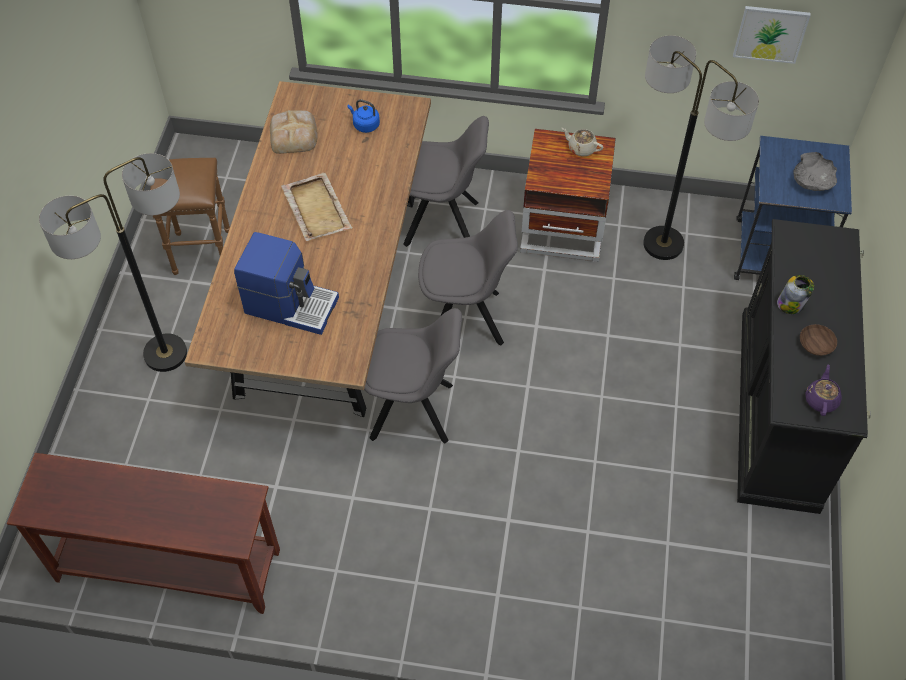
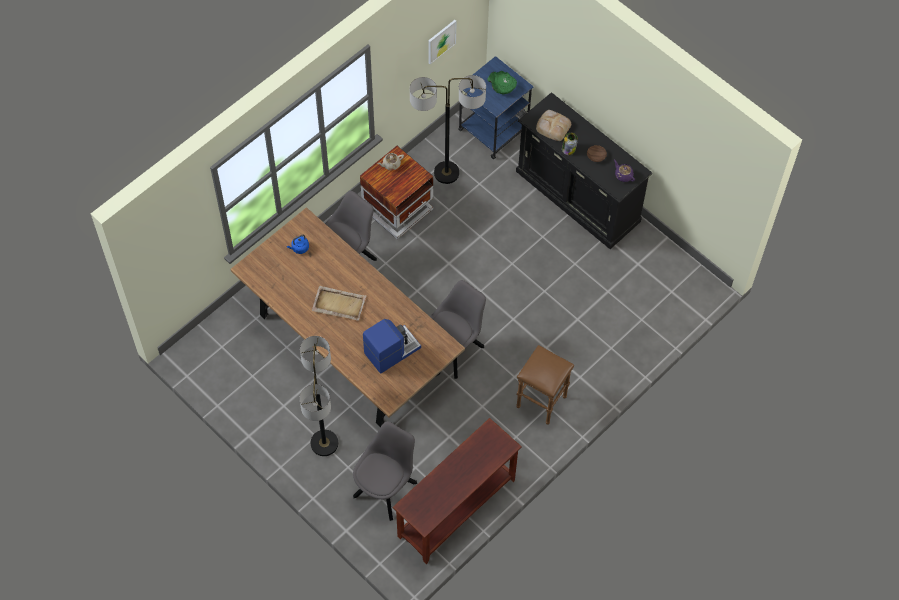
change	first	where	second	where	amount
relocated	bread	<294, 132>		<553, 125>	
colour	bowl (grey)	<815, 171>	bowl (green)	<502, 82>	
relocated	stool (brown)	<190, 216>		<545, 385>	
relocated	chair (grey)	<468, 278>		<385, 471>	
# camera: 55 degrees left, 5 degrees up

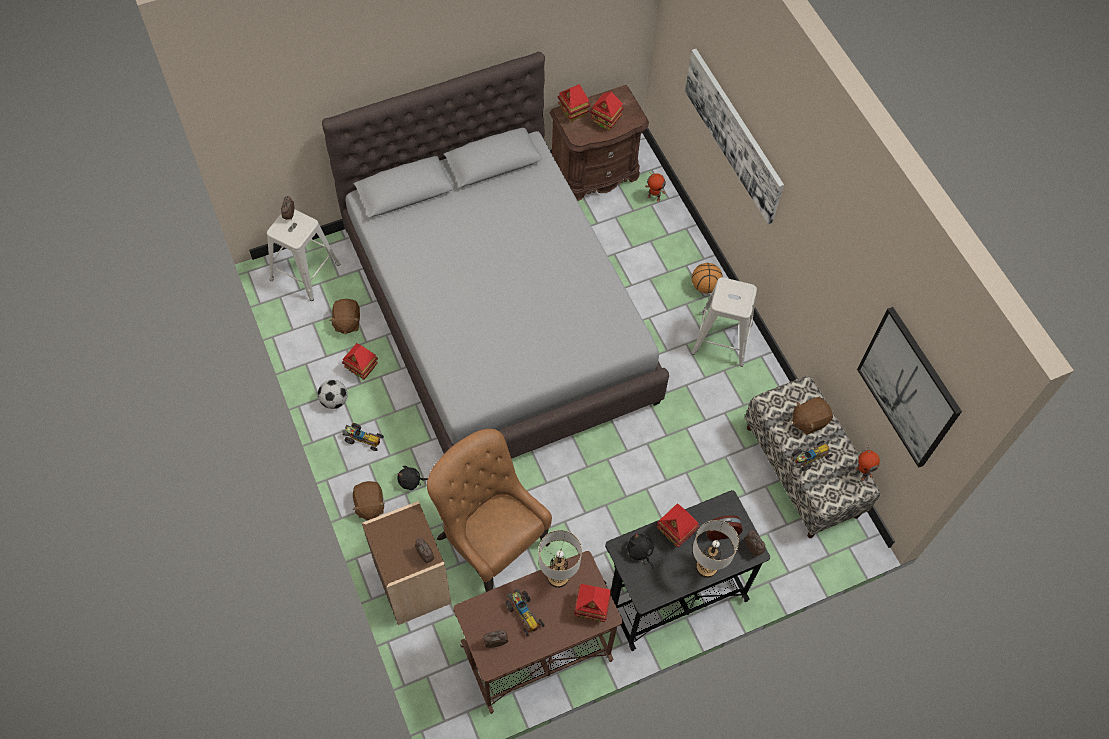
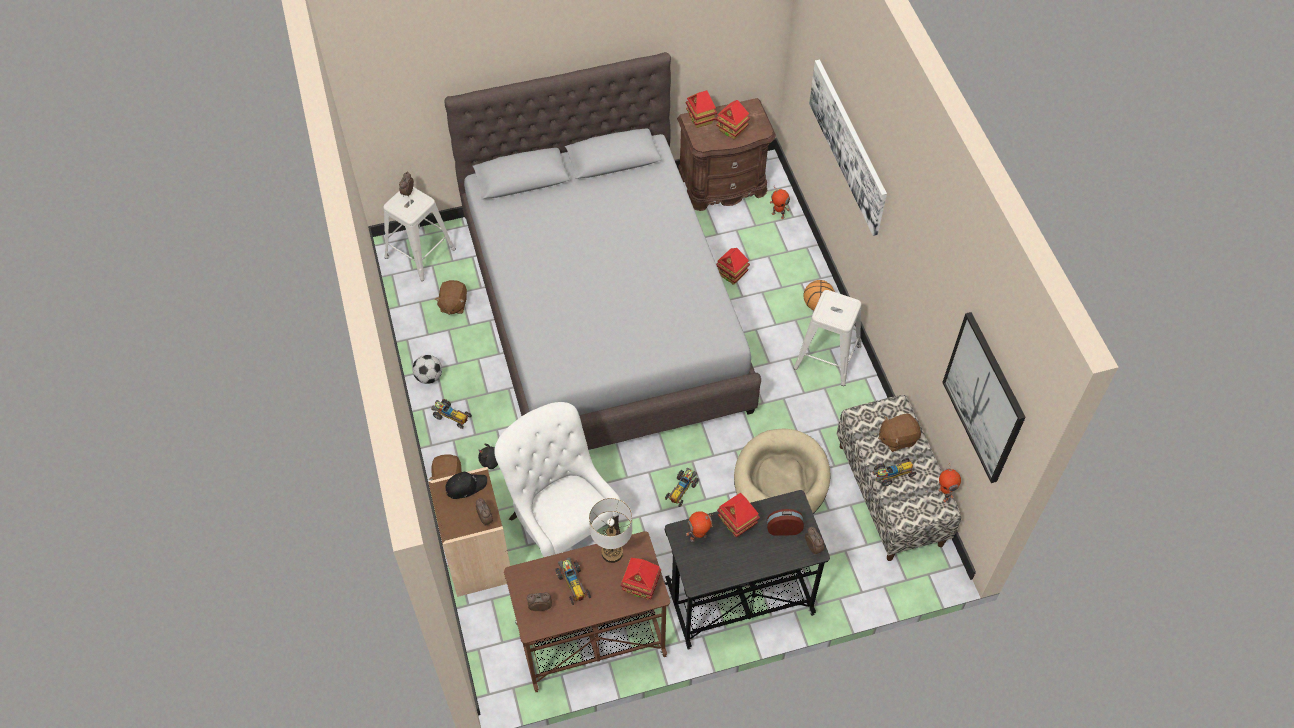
change	first	where	second	where	amount
relocated	toy house	<360, 361>		<733, 266>	
colour	chair (brown)	<489, 510>	chair (white)	<557, 479>	
missing	table lamp	<716, 549>			
exchanged	plush toy (black)	<640, 550>	toy robot	<699, 526>	
appeared			dog bed (beige)	<782, 471>	
appeared			toy car	<682, 487>	
appeared			cap (black)	<466, 485>	
# camera: 10 degrees right, 5 degrees down

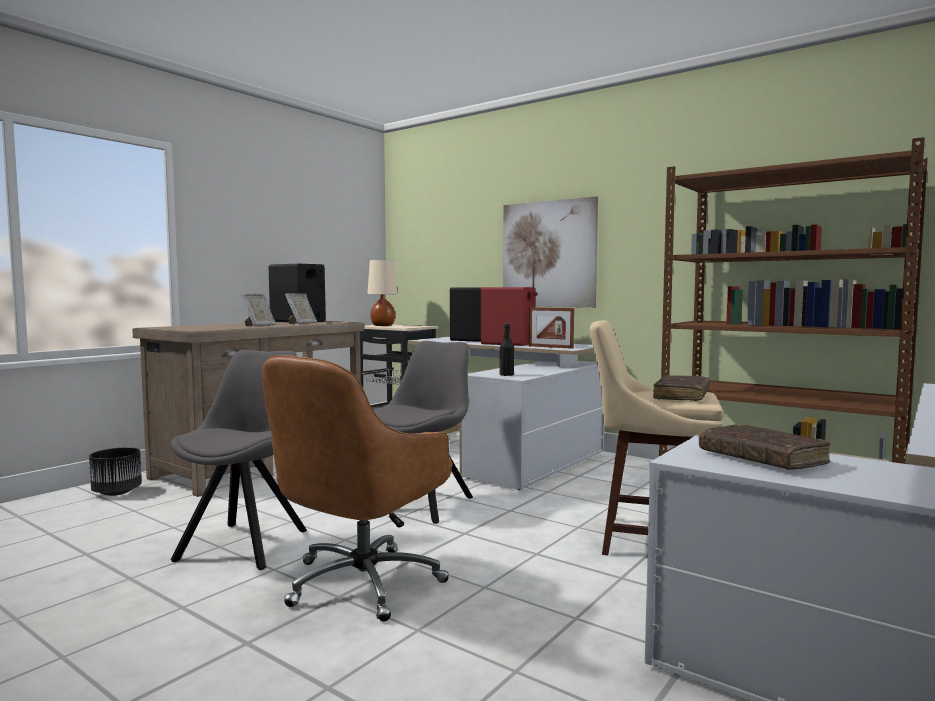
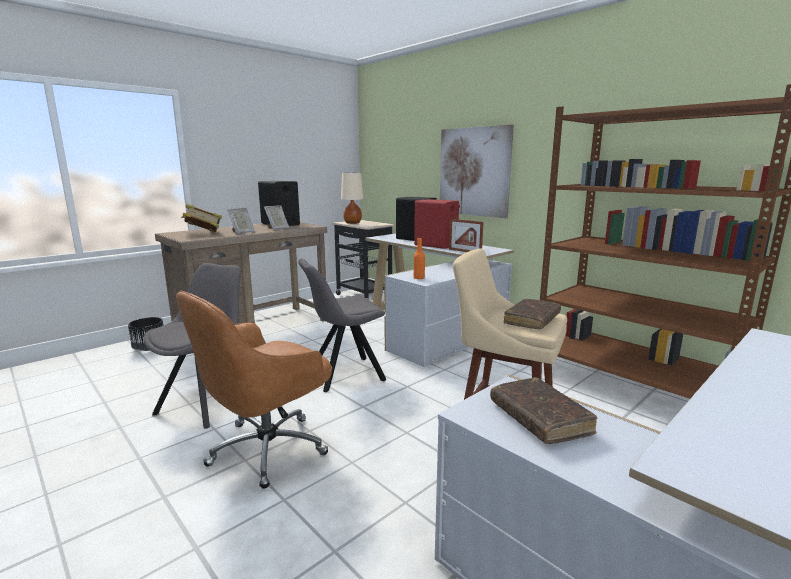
change	first	where	second	where	amount
colour	bottle (black)	<507, 350>	bottle (orange)	<419, 258>	
spun	chair (grey)	<423, 432>		<342, 325>	150 degrees counterclockwise
appeared			book	<202, 218>	
# camera: 10 degrees right, 10 degrees up

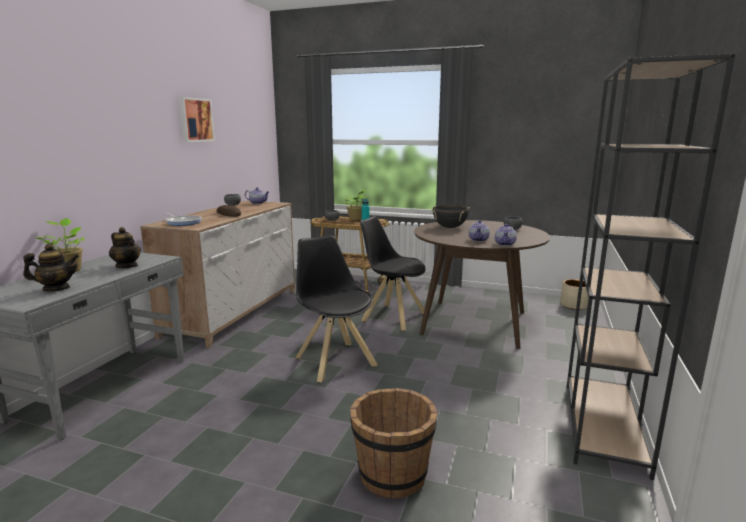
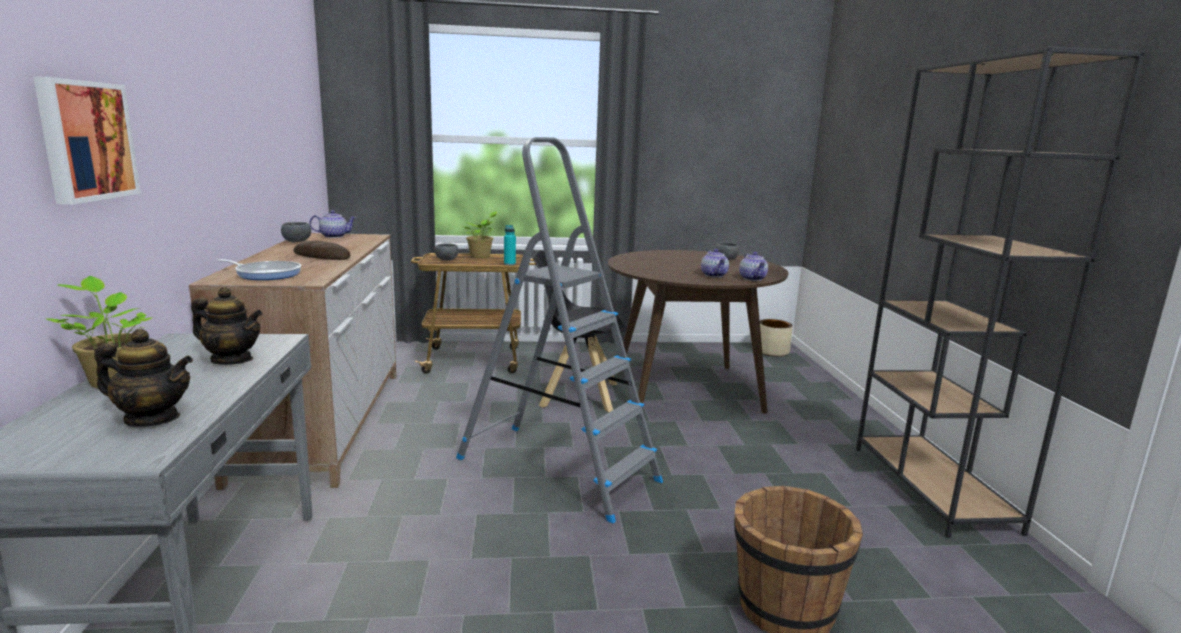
change	first	where	second	where	amount
relocated	picture	<197, 119>		<87, 140>	
missing	cooking pot (black)	<450, 216>			
exchanged	chair (black)	<336, 309>	step ladder (grey)	<559, 330>	
spun	teapot	<51, 268>		<143, 378>	45 degrees clockwise
# camera: 25 degrees left, 0 degrees up

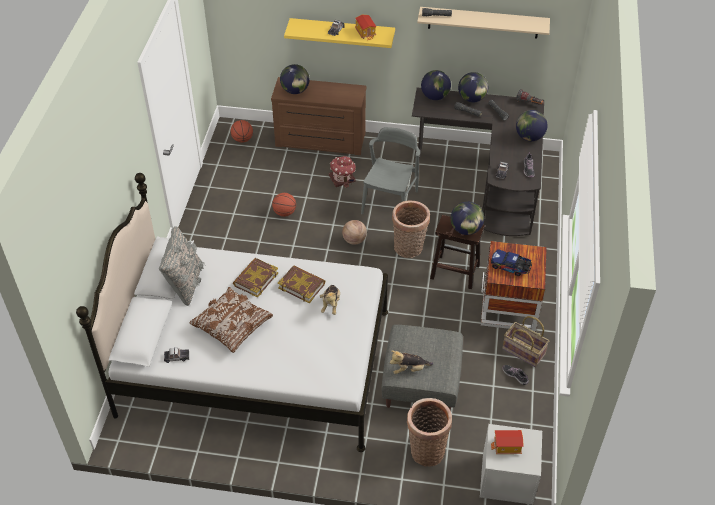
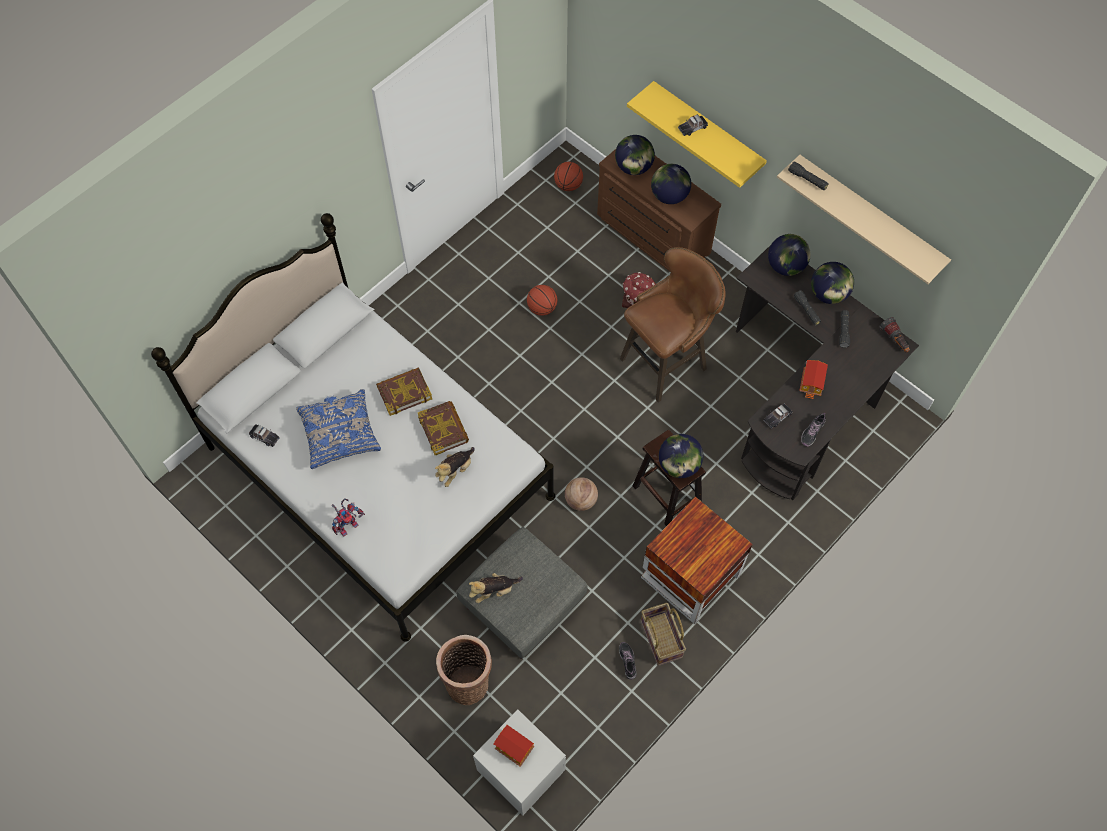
change	first	where	second	where	amount
relocated	toy house	<365, 28>		<813, 379>	
relocated	globe	<532, 125>		<671, 184>	
exchanged	chair (grey)	<390, 170>	stool (brown)	<673, 325>	
missing	basket	<411, 229>			
relocated	basketball	<354, 232>		<581, 494>	
missing	pillow (grey)	<182, 266>			
missing	toy truck	<511, 262>			
colour	pillow (brown)	<231, 320>	pillow (blue)	<338, 429>	
spun	plush toy	<411, 362>		<496, 588>	45 degrees counterclockwise
appeared			toy robot	<348, 517>	
# camera: 35 degrees right, 15 degrees up

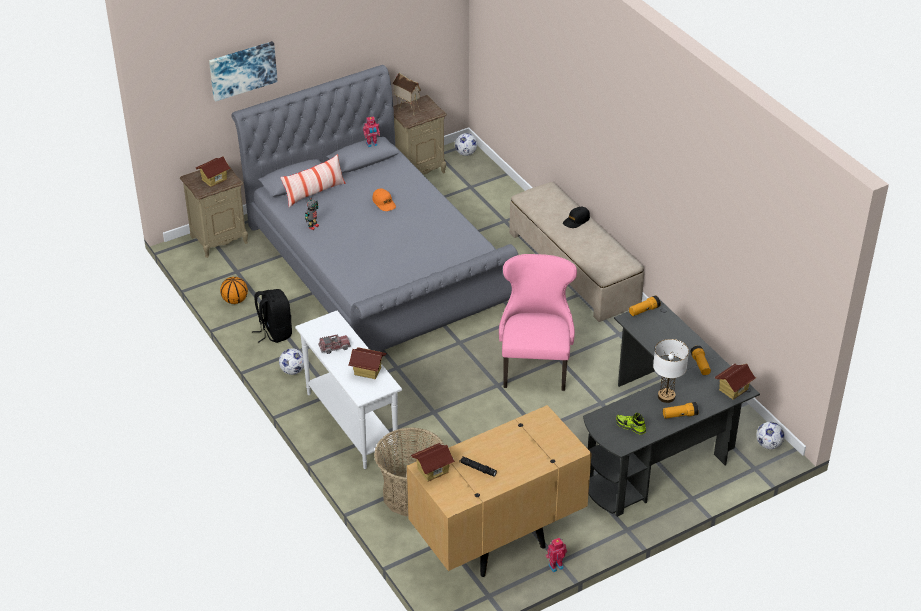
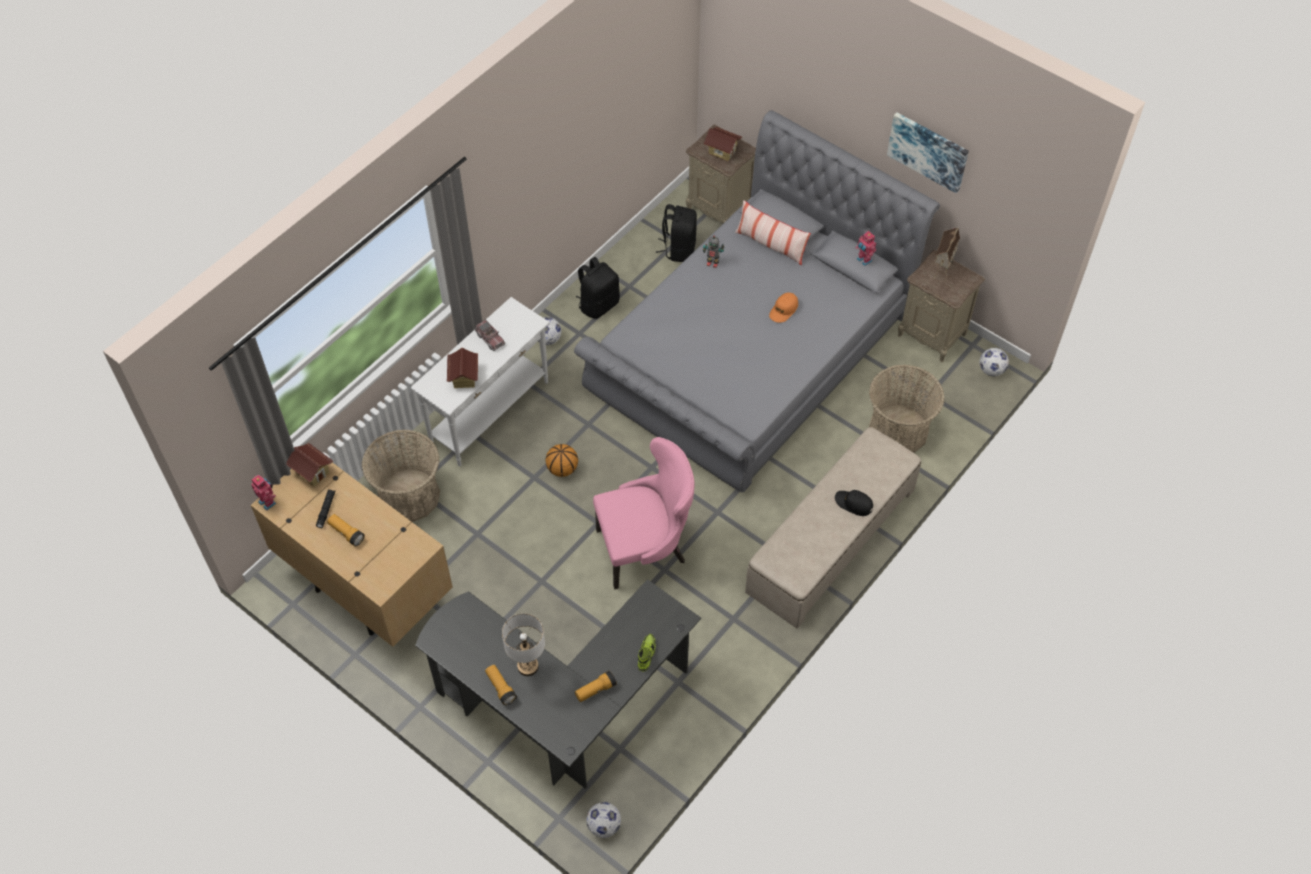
change	first	where	second	where	amount
relocated	picture	<243, 71>		<928, 153>	
relocated	basketball	<234, 290>		<561, 460>	
relocated	flashlight	<645, 305>		<345, 530>	
missing	toy house	<735, 382>			
relocated	shoe	<631, 424>		<647, 652>	
relocated	toy robot	<556, 555>		<263, 492>	
appeared			backpack (black)	<676, 233>	
appeared			basket	<906, 408>	
# camera: 70 degrees right, 15 degrees up

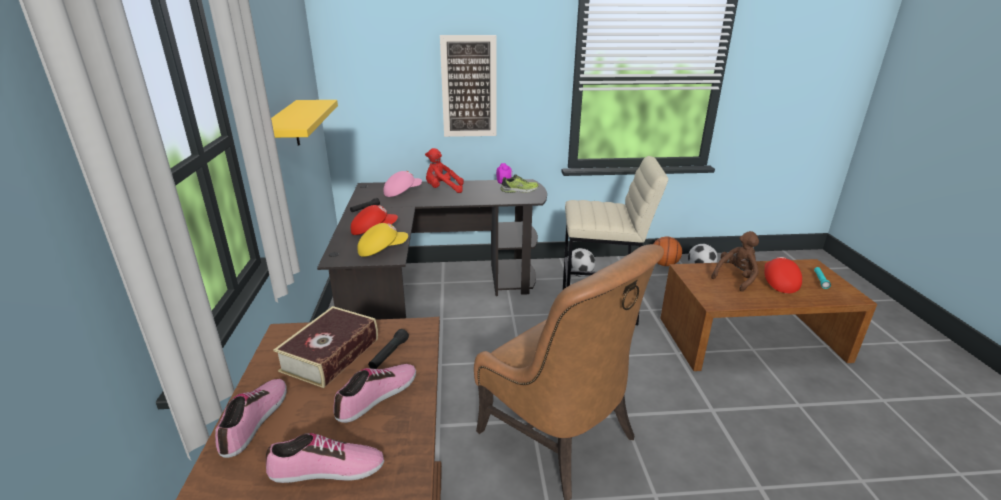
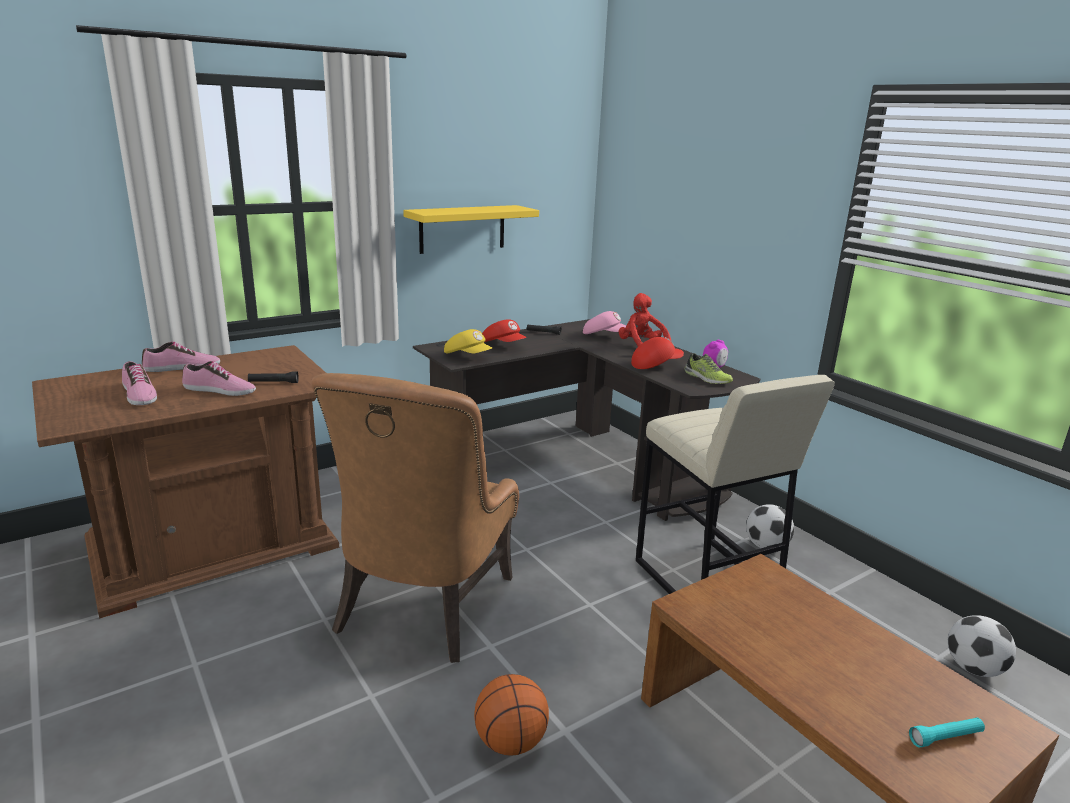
change	first	where	second	where	amount
missing	picture	<468, 86>			
missing	plush toy (brown)	<735, 261>			
relocated	basketball	<667, 251>		<511, 715>	
relocated	cap (red)	<783, 275>		<657, 353>	
missing	book	<325, 347>			
# camera: 60 degrees right, 5 degrees down

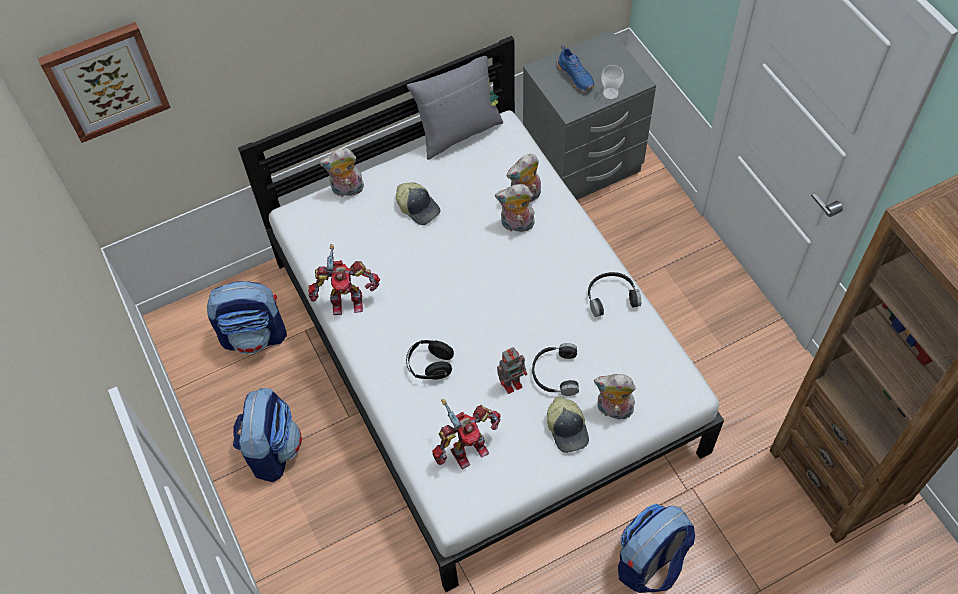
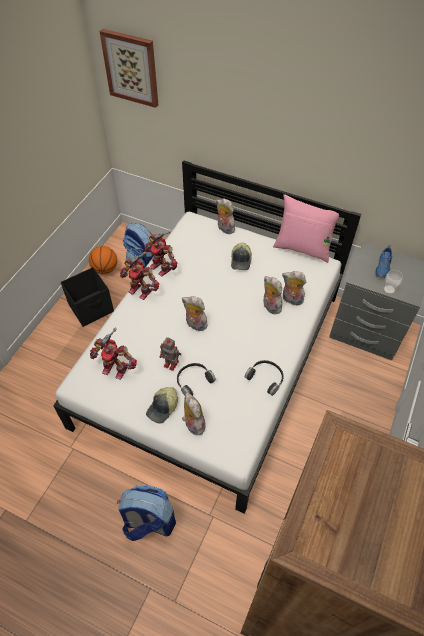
change	first	where	second	where	amount
colour	pillow (grey)	<455, 103>	pillow (pink)	<306, 228>	
missing	headphones (black)	<430, 359>			
exchanged	backpack	<267, 435>	storage box (black)	<87, 297>	
appeared			basketball	<103, 260>	
appeared			toy robot	<139, 275>	
appeared			plush toy	<195, 313>	
# camera: 50 degrees right, 5 degrees down

